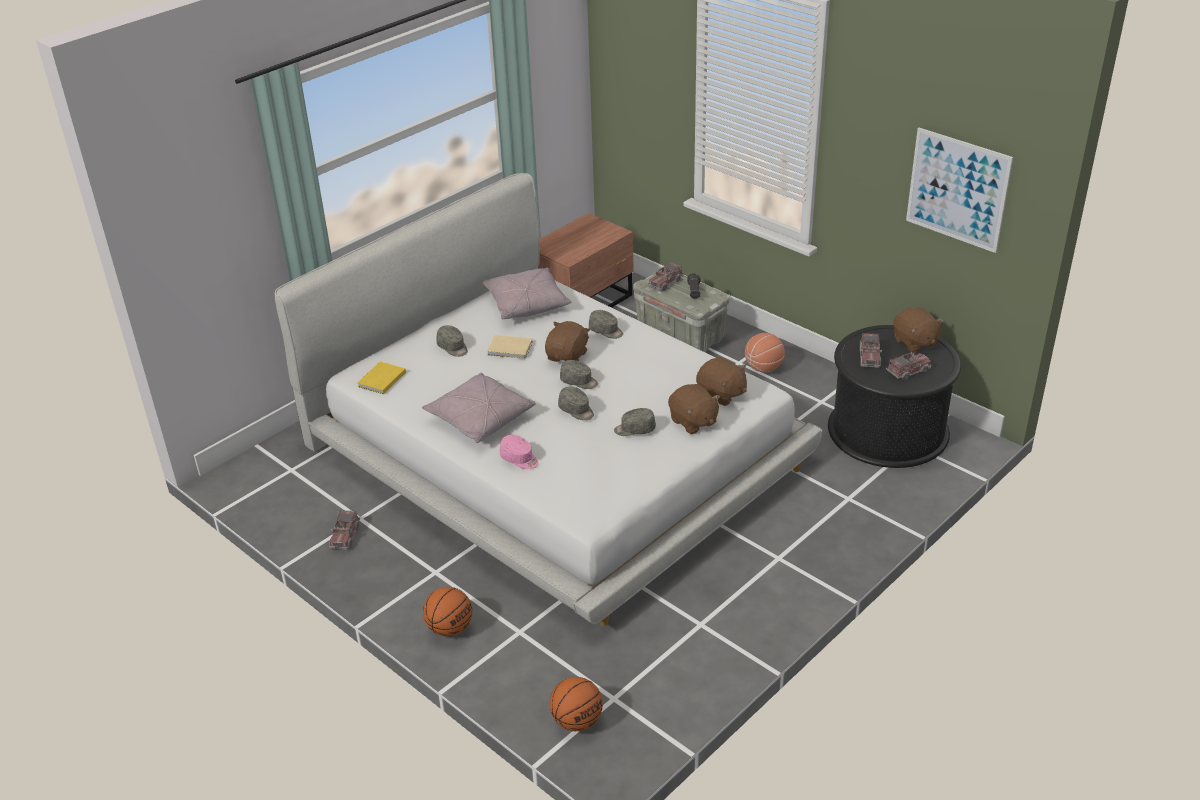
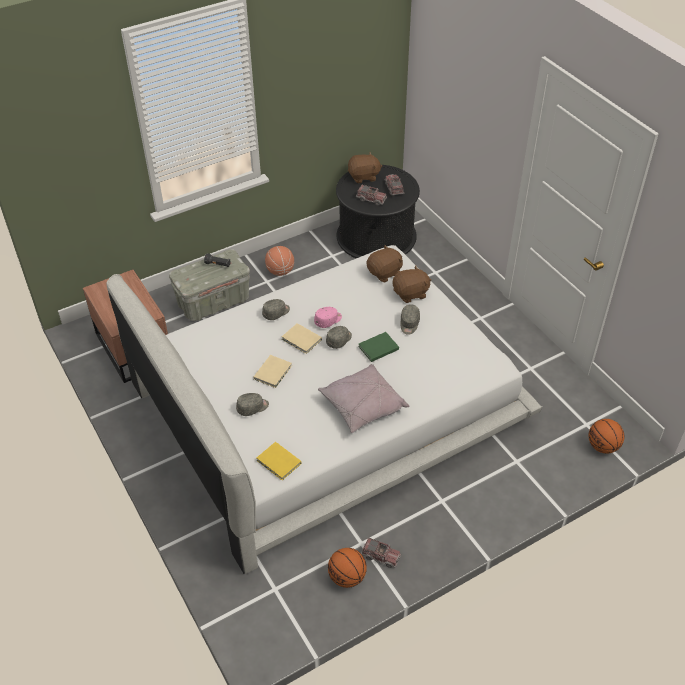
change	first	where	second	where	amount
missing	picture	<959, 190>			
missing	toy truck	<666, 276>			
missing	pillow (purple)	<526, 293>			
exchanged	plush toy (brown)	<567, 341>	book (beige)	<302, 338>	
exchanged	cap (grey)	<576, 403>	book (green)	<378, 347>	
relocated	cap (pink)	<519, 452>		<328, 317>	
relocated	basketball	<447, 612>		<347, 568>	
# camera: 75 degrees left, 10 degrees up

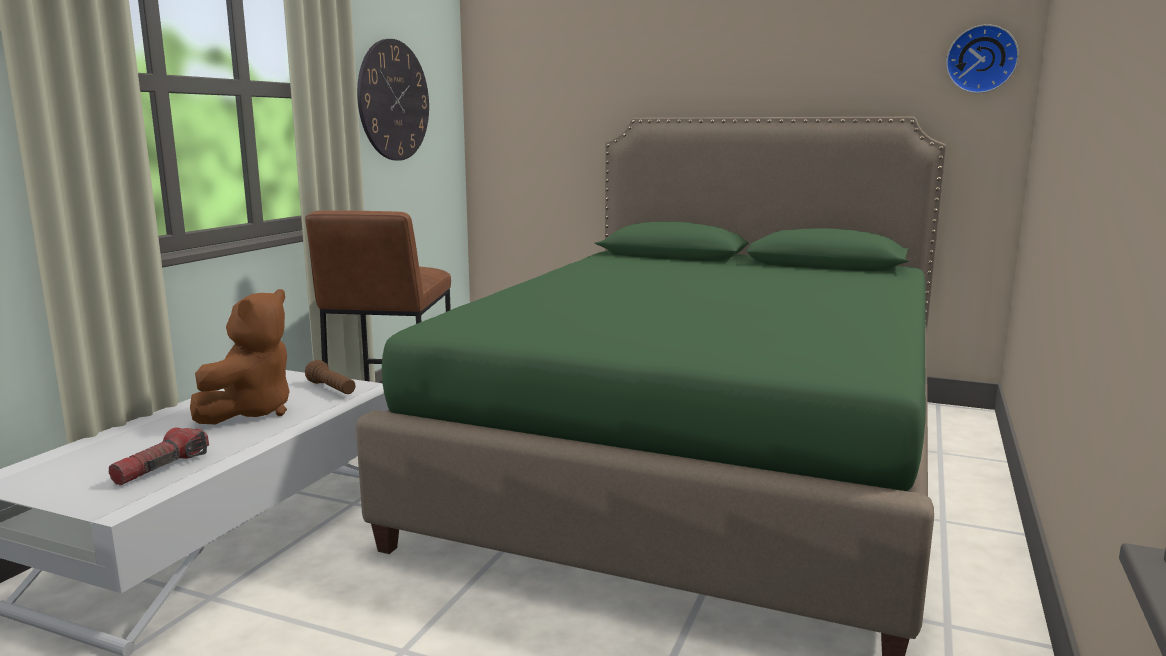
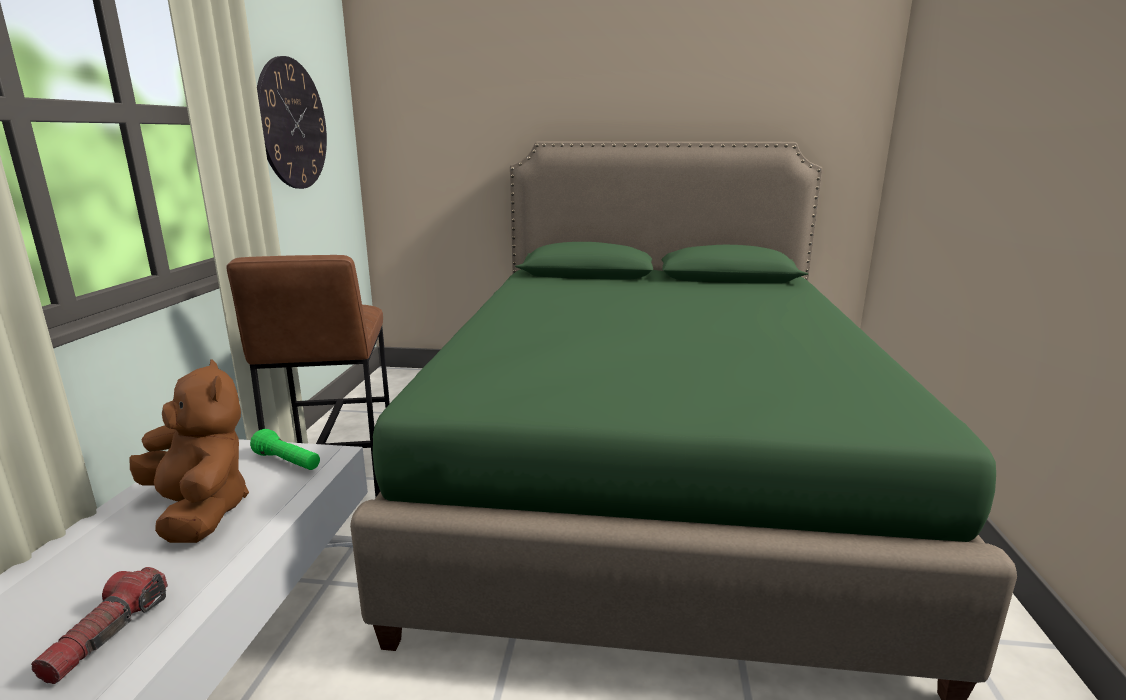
change	first	where	second	where	amount
missing	wall clock	<982, 58>			
spun	plush toy (brown)	<240, 356>		<189, 451>	45 degrees counterclockwise
colour	flashlight (brown)	<330, 377>	flashlight (green)	<285, 449>	
# camera: 15 degrees left, 5 degrees up

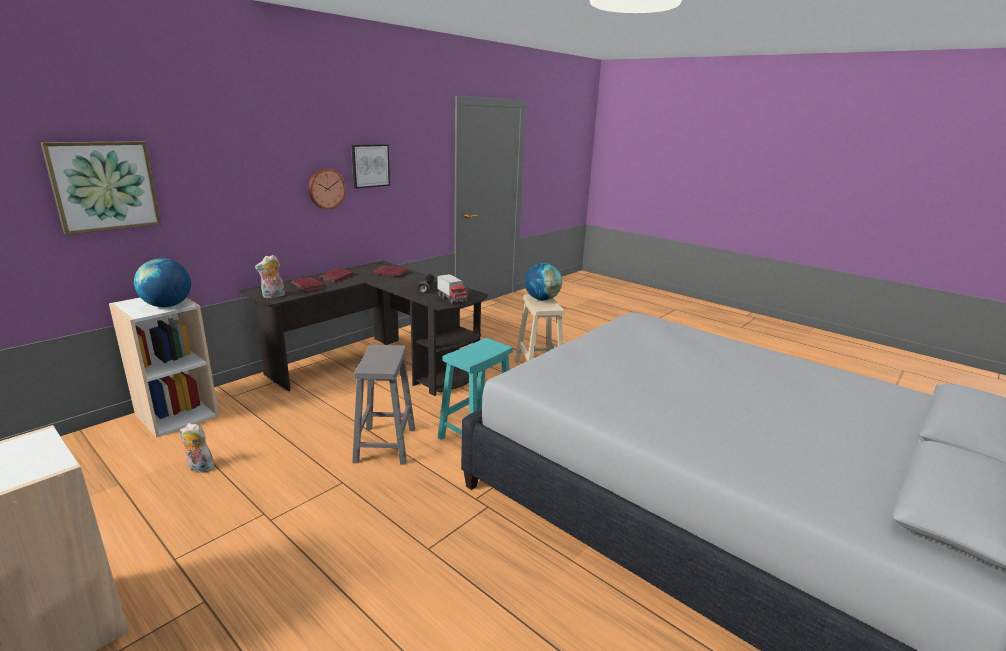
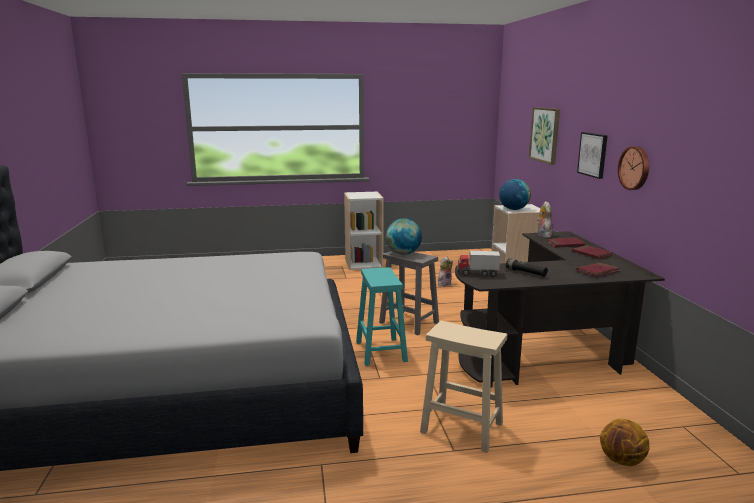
change	first	where	second	where	amount
relocated	picture	<370, 166>		<592, 155>	
relocated	globe	<543, 281>		<404, 236>	
appeared			basketball	<625, 442>	
# camera: 130 degrees right, 5 degrees down

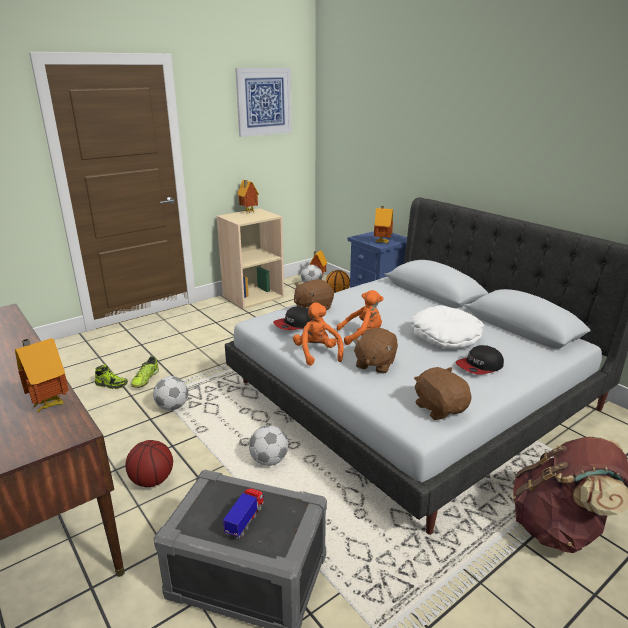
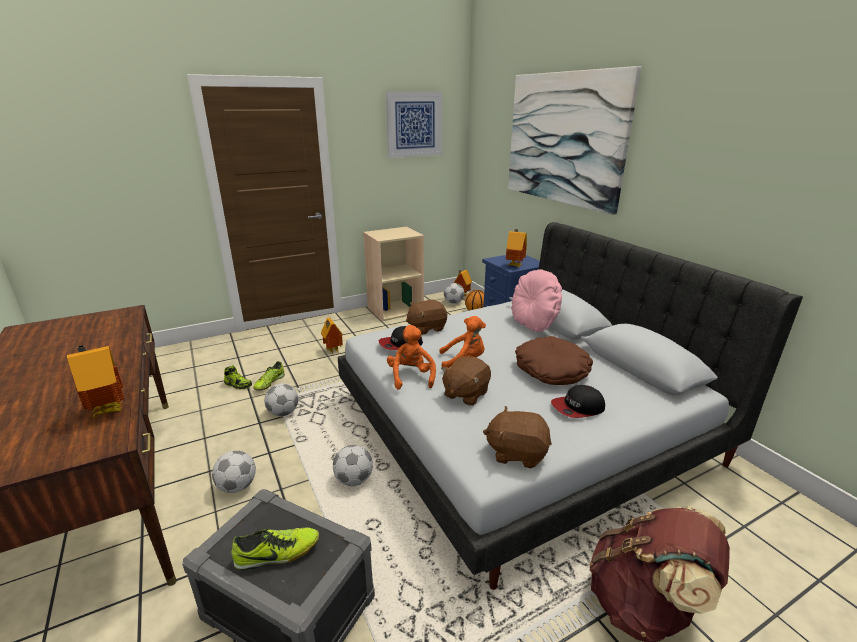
change	first	where	second	where	amount
relocated	toy house	<248, 196>		<332, 336>	
colour	pillow (white)	<447, 327>	pillow (brown)	<554, 360>	
spun	plush toy (brown)	<443, 393>		<517, 437>	60 degrees counterclockwise
exchanged	basketball	<149, 463>	football	<234, 472>	
exchanged	toy truck	<243, 513>	shoe	<275, 548>	
appeared			picture	<574, 140>	
appeared			pillow (pink)	<536, 301>	
# camera: 10 degrees right, 0 degrees up

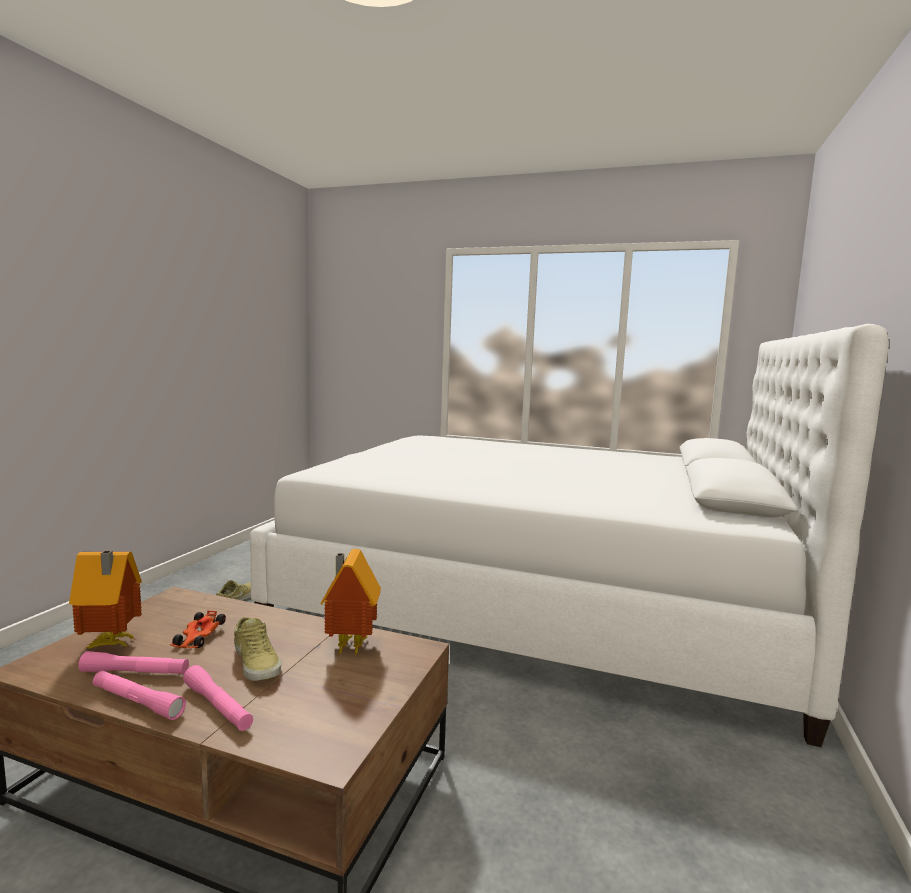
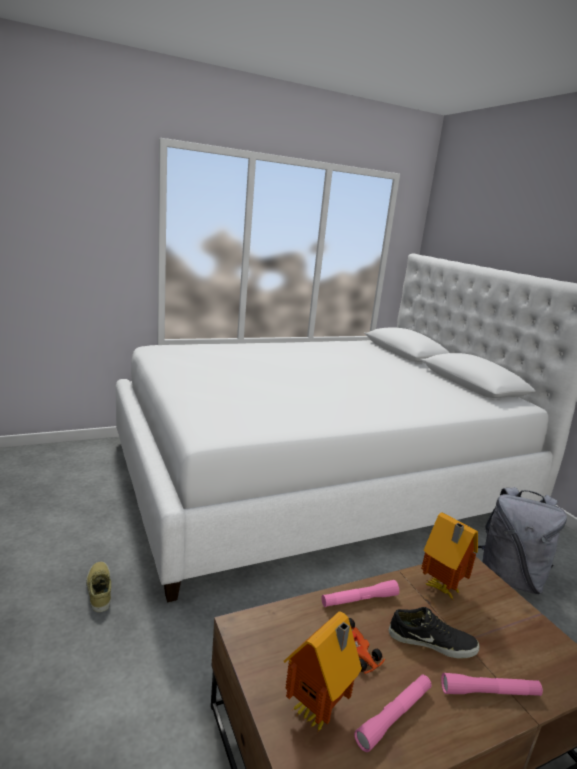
change	first	where	second	where	amount
colour	shoe (beige)	<257, 649>	shoe (black)	<434, 632>	
relocated	flashlight (pink)	<139, 695>		<360, 593>	
appeared			backpack (grey)	<522, 540>	
# camera: 45 degrees left, 10 degrees up

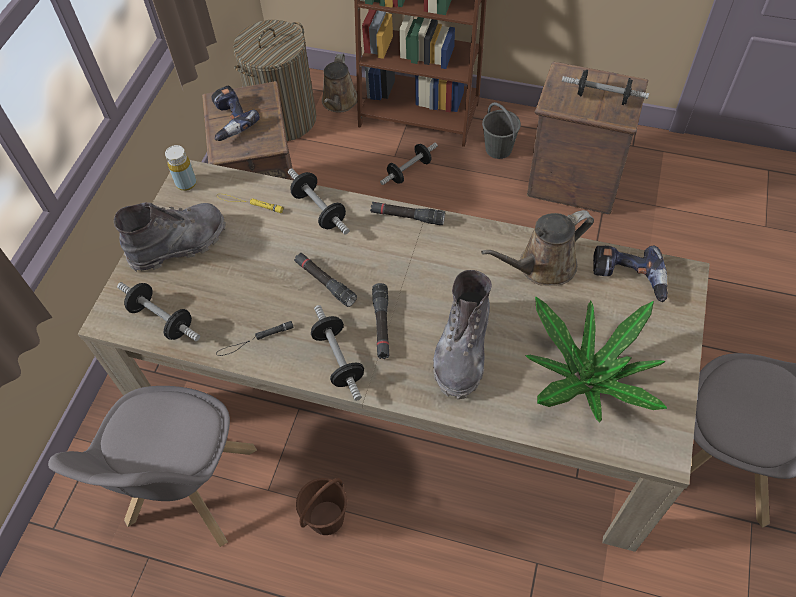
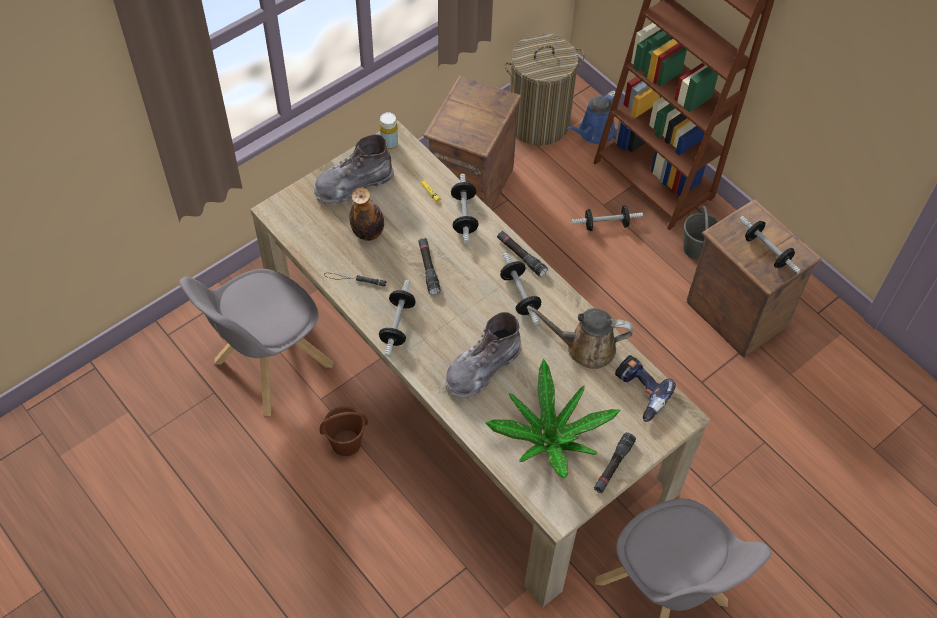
change	first	where	second	where	amount
colour	watering can (brown)	<339, 83>	watering can (blue)	<591, 117>	
missing	power drill	<236, 113>			
spun	boot (grey)	<170, 237>		<354, 169>	150 degrees clockwise
relocated	dumbbell	<158, 311>		<520, 289>	
relocated	flashlight (black)	<380, 321>		<615, 462>	
appeared			bottle	<366, 214>	
# camera: 30 degrees right, 0 degrees up

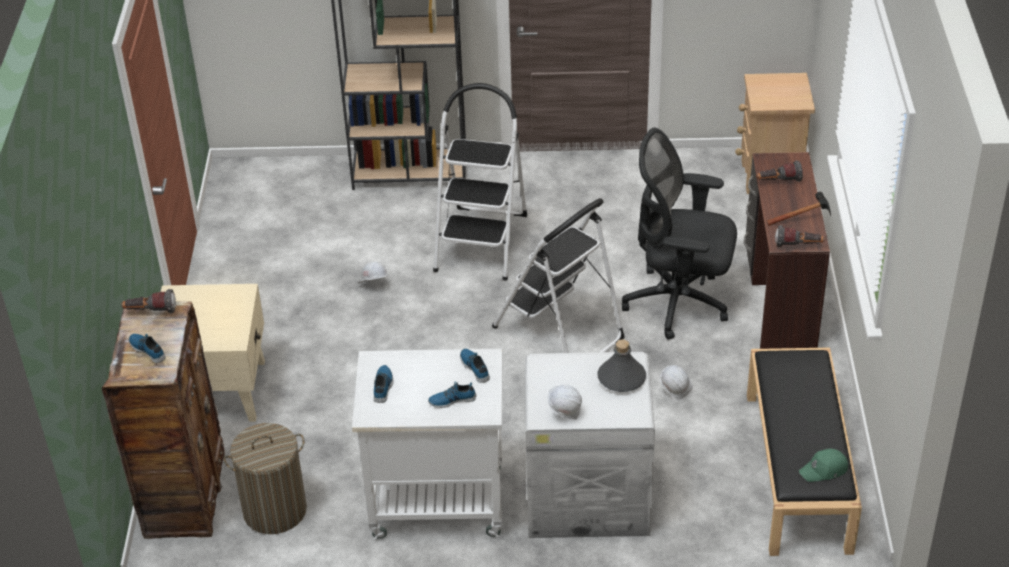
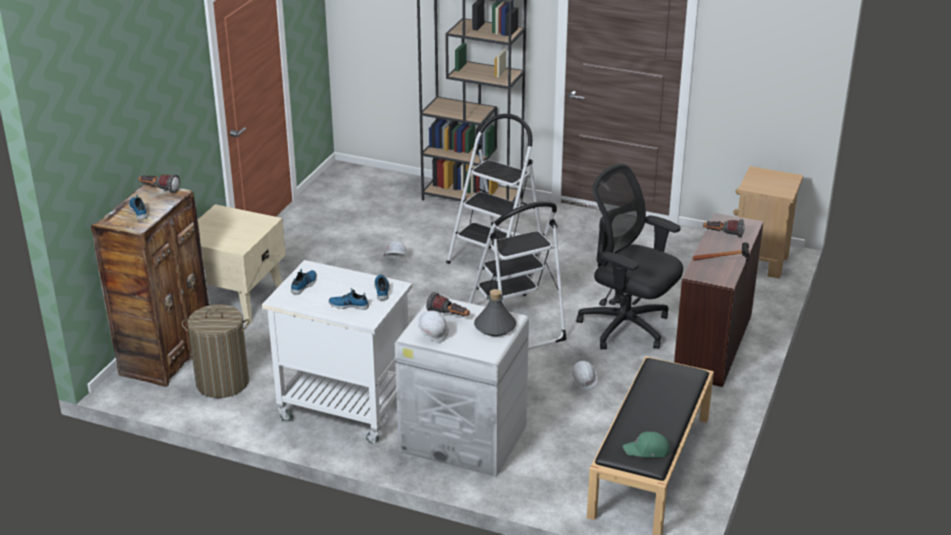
change	first	where	second	where	amount
relocated	flashlight	<800, 236>		<448, 304>	
# camera: 20 degrees right, 10 degrees down

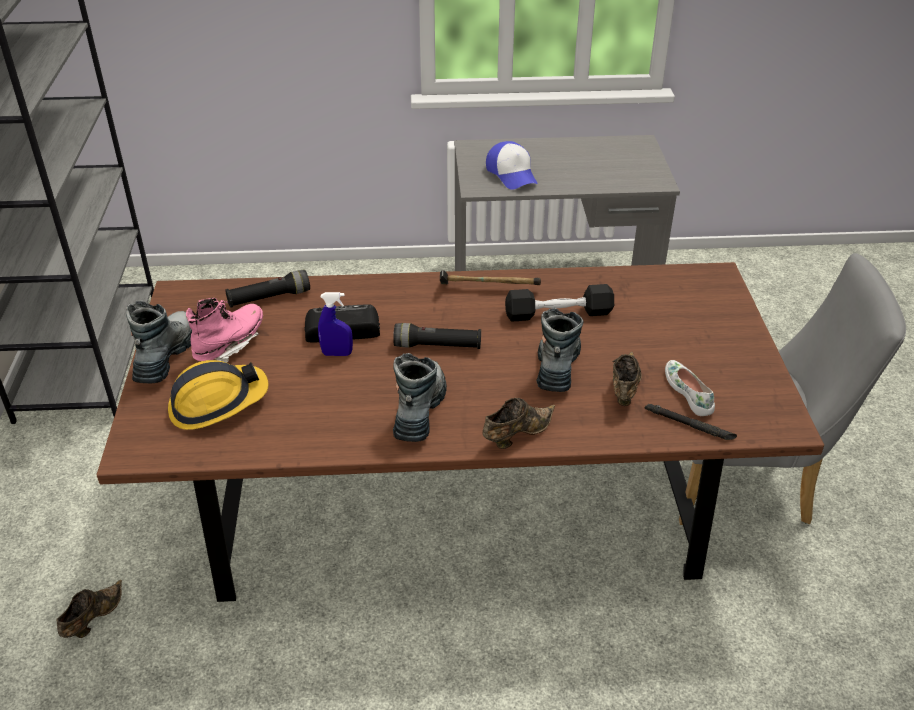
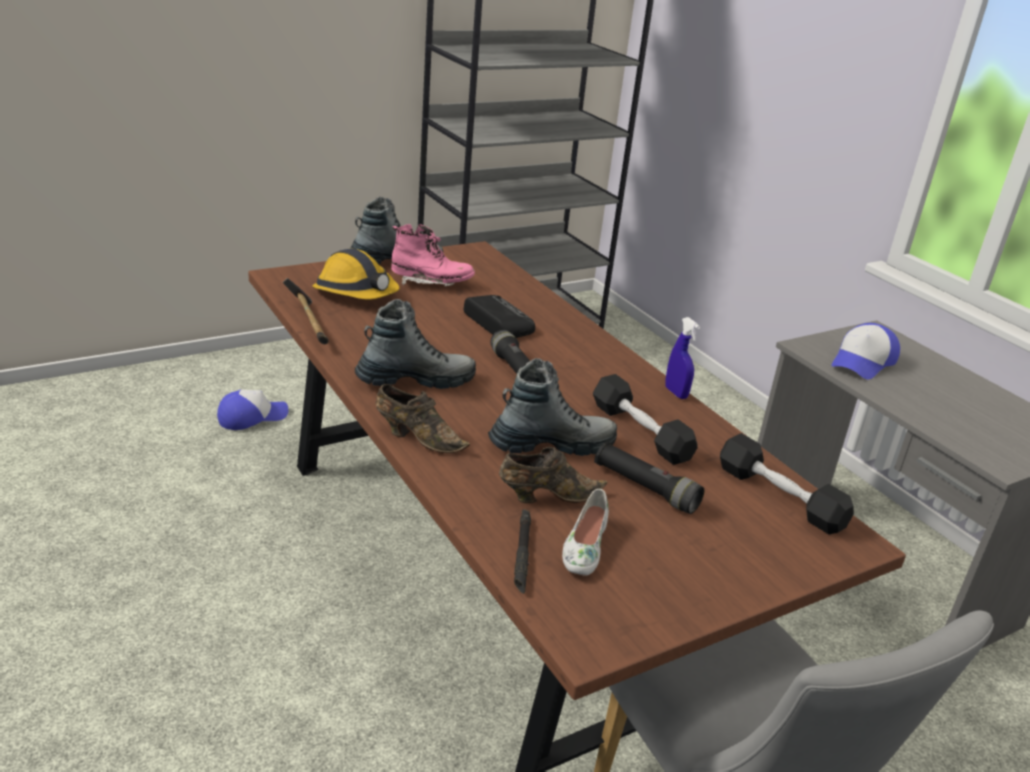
change	first	where	second	where	amount
relocated	flashlight (black)	<267, 289>		<649, 477>	
relocated	hammer	<490, 277>		<305, 311>	
relocated	spray bottle (blue)	<335, 324>		<682, 358>	
spun	shoe (white)	<690, 388>		<585, 532>	150 degrees clockwise
exchanged	shoe (brown)	<89, 609>	cap	<252, 409>	
appeared			dumbbell (black)	<787, 483>	
# camera: 60 degrees right, 10 degrees down

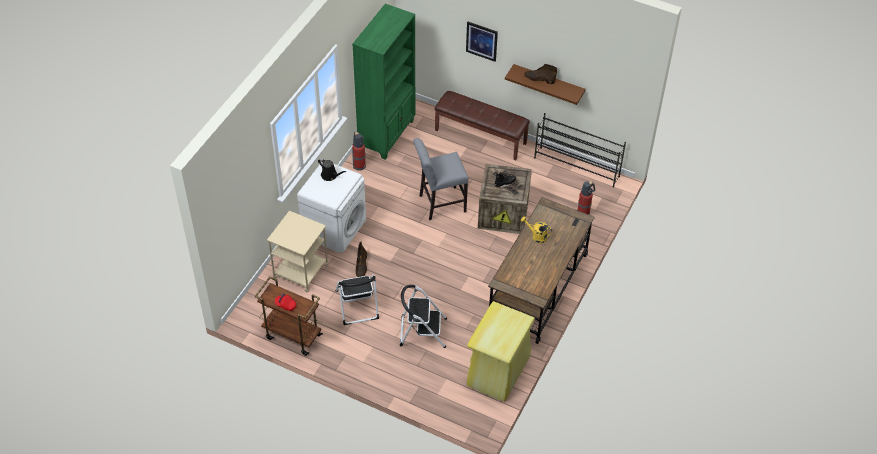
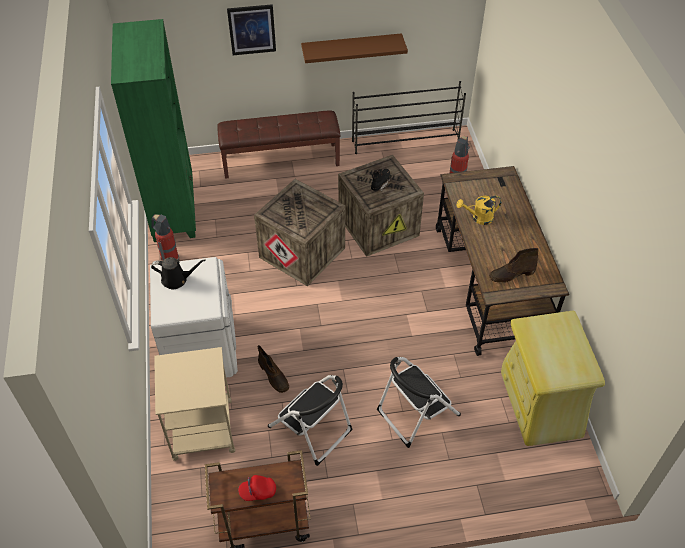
change	first	where	second	where	amount
relocated	boot (brown)	<540, 74>		<513, 265>	
exchanged	stool (grey)	<440, 179>	crate	<299, 232>	
# camera: 35 degrees left, 0 degrees up

